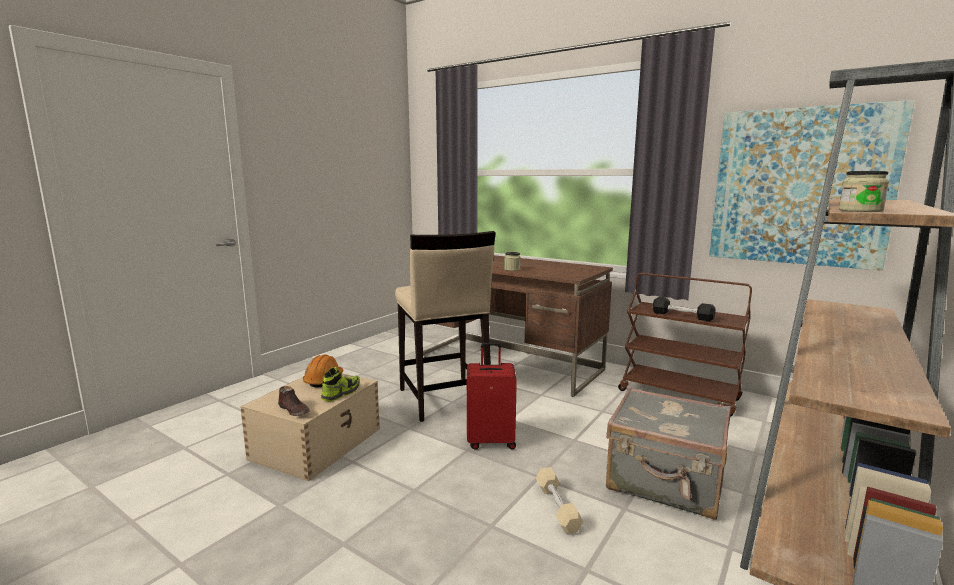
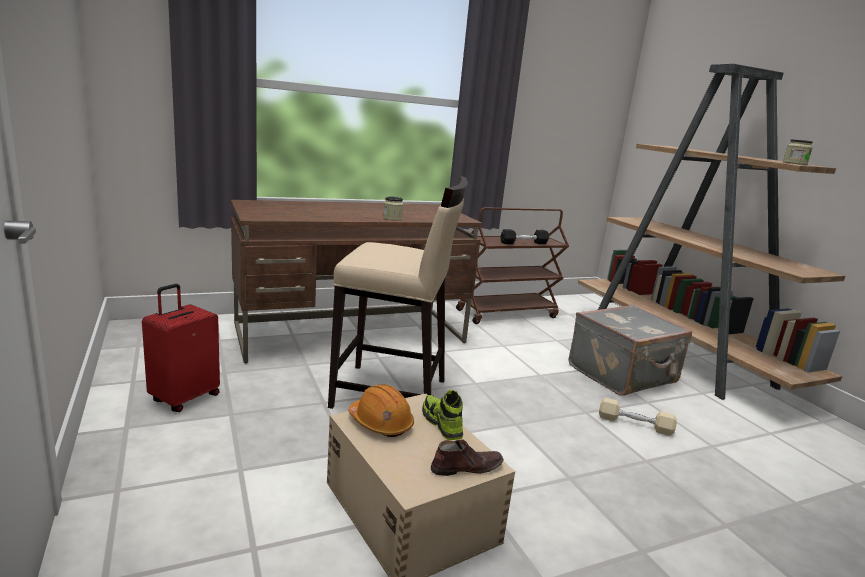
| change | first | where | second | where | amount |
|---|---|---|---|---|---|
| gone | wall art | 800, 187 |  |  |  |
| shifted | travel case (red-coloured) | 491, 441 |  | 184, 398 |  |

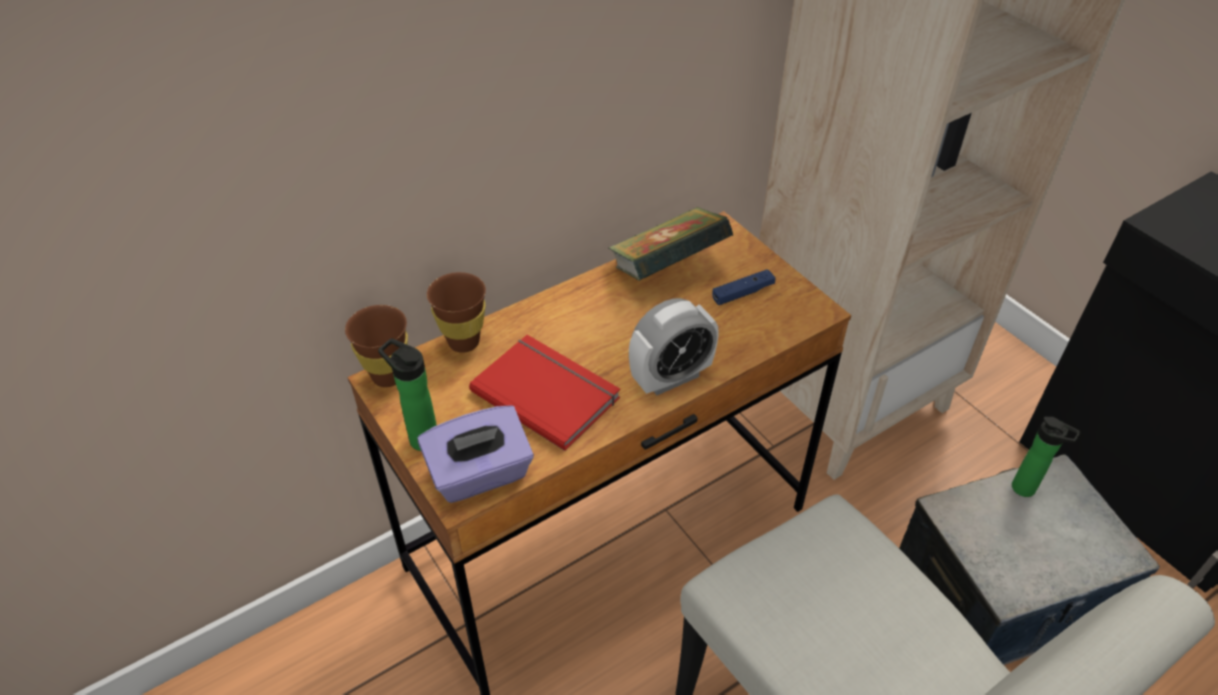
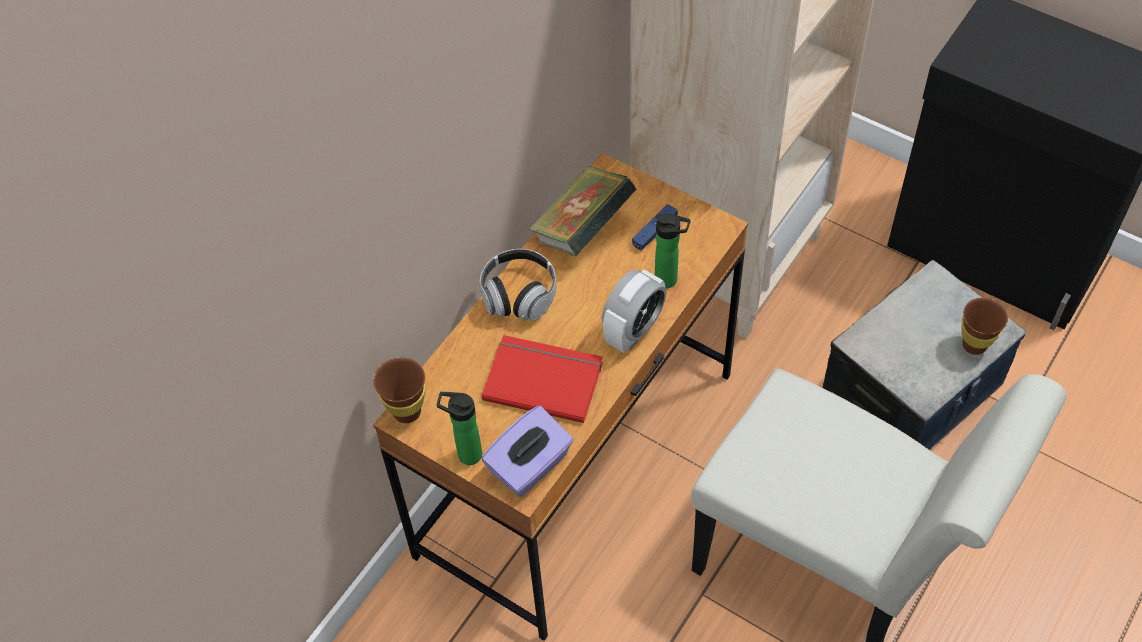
| change | first | where | second | where | amount |
|---|---|---|---|---|---|
| shifted | small cup (brownish) | 464, 342 |  | 974, 345 |  |
| shifted | beverage bottle | 1027, 490 |  | 669, 280 |  |
| new |  |  | headset | 519, 295 |  |

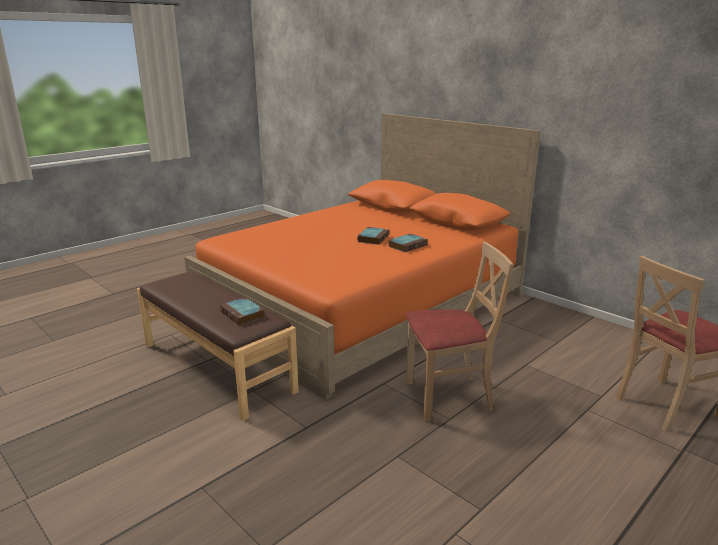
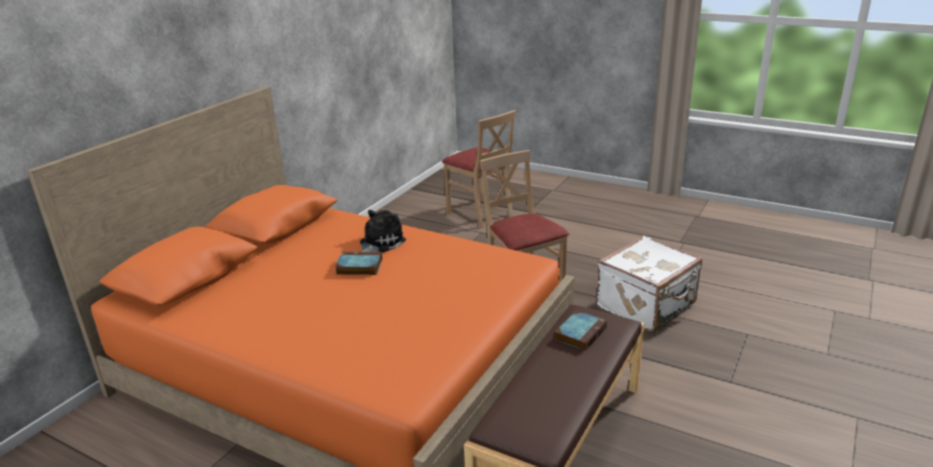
| change | first | where | second | where | amount |
|---|---|---|---|---|---|
| swapped | book | 408, 245 | soft toy | 380, 243 |  |
| new |  |  | travel case (white) | 647, 306 |  |

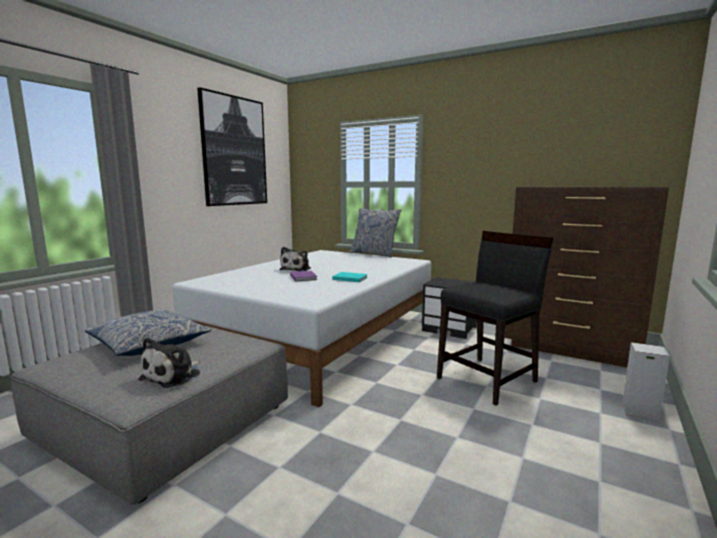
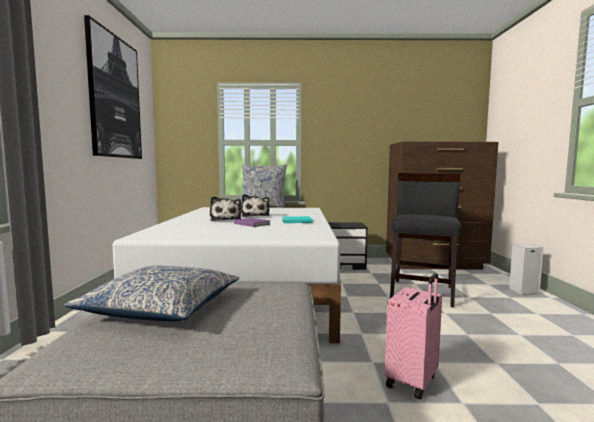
| change | first | where | second | where | amount |
|---|---|---|---|---|---|
| shifted | soft toy | 174, 376 |  | 255, 215 |  |
| new |  |  | travel case (pink-coloured) | 413, 381 |  |

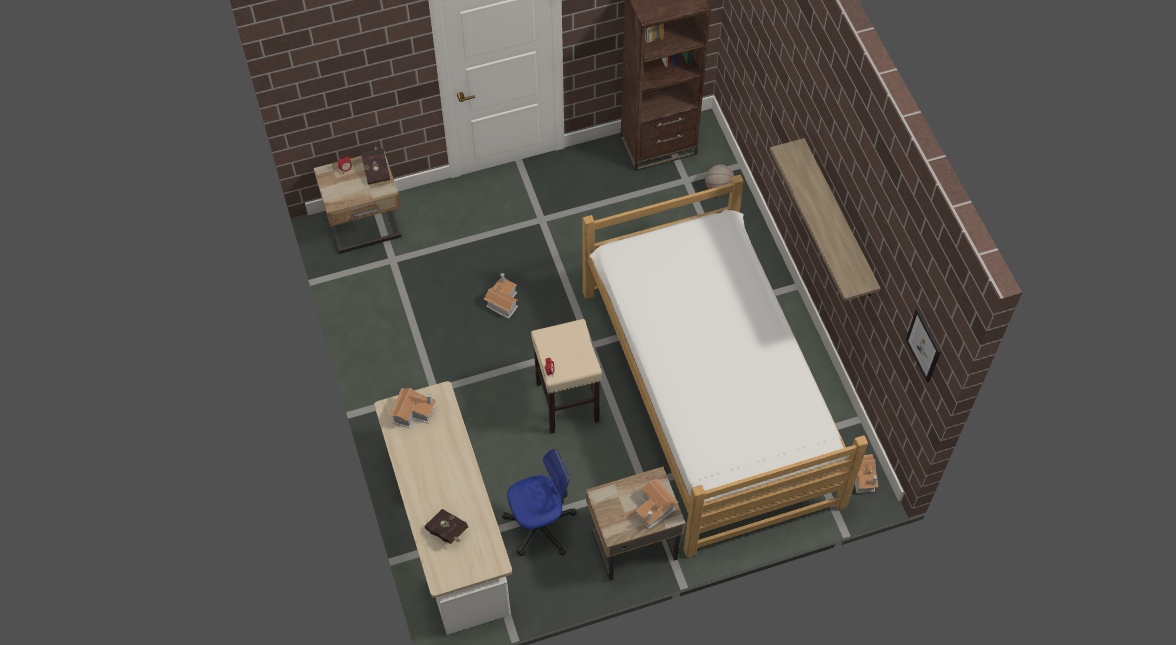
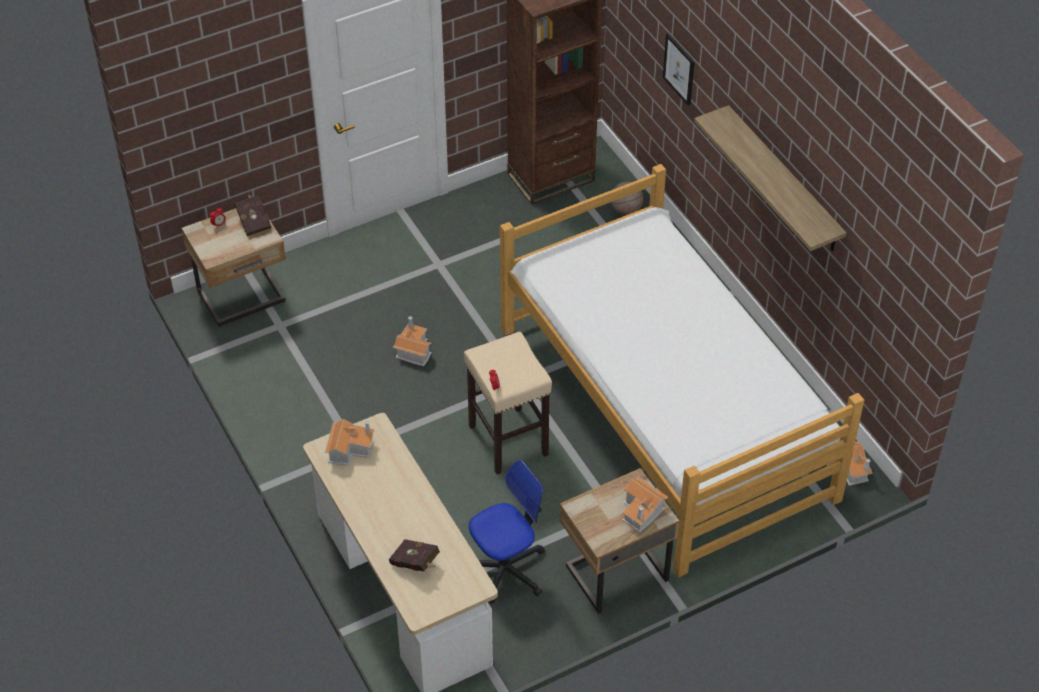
| change | first | where | second | where | amount |
|---|---|---|---|---|---|
| shifted | wall art | 924, 345 |  | 679, 69 |  |

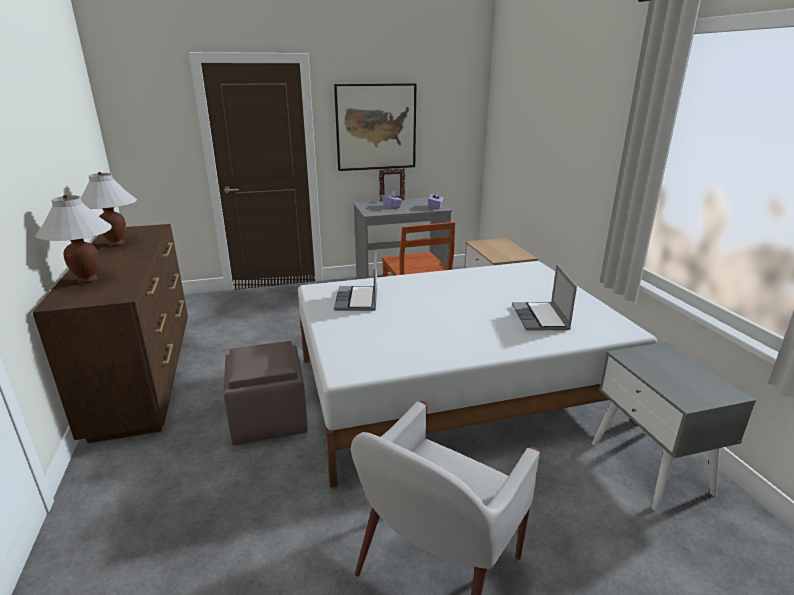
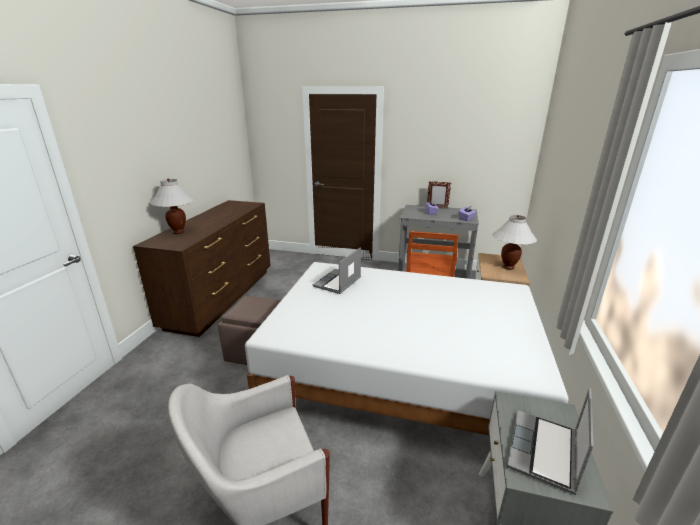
| change | first | where | second | where | amount |
|---|---|---|---|---|---|
| gone | wall art | 376, 127 |  |  |  |
| shifted | tabletop lamp (white) | 116, 244 |  | 508, 267 |  |
| shifted | notebook computer | 541, 318 |  | 544, 452 |  |

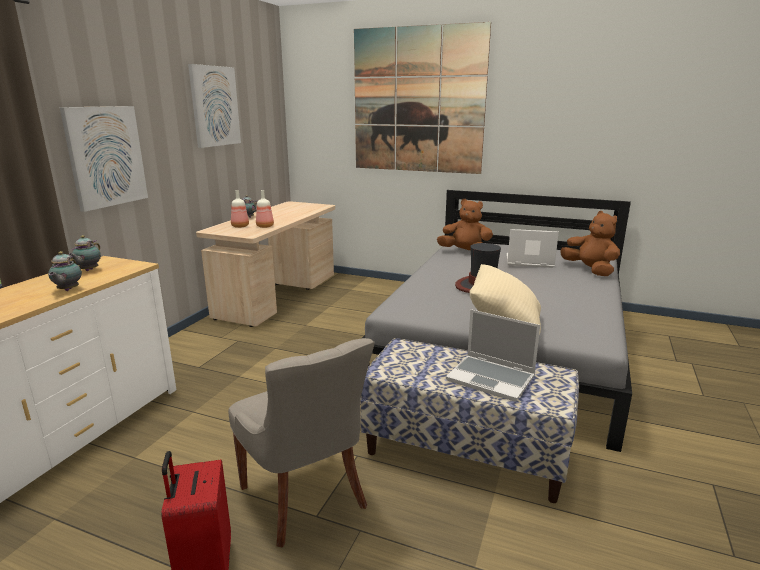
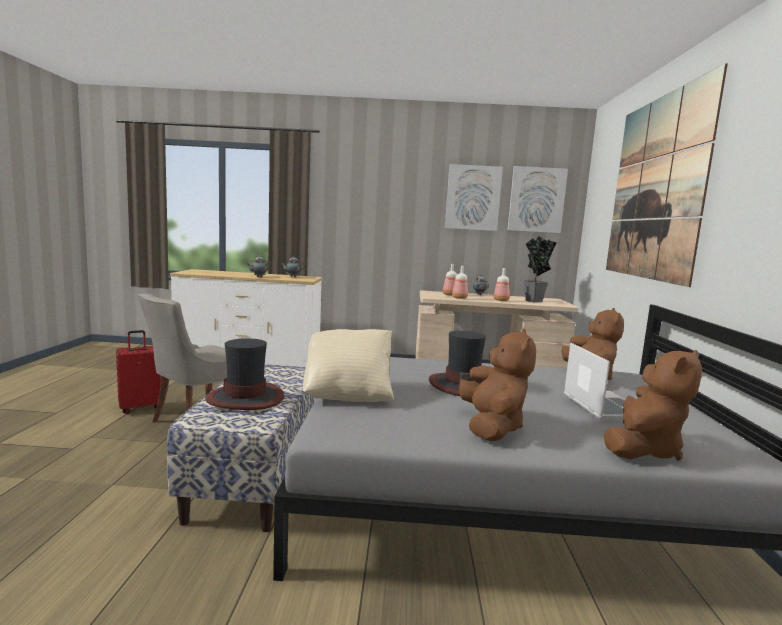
| change | first | where | second | where | amount |
|---|---|---|---|---|---|
| shifted | wall art | 106, 156 |  | 536, 200 |  |
| swapped | notebook computer | 492, 379 | wearable hat | 246, 398 |  |
| new |  |  | plant in a pot | 534, 301 |  |
| new |  |  | beverage bottle | 501, 300 |  |
| new |  |  | soft toy (brownish) | 491, 427 |  |

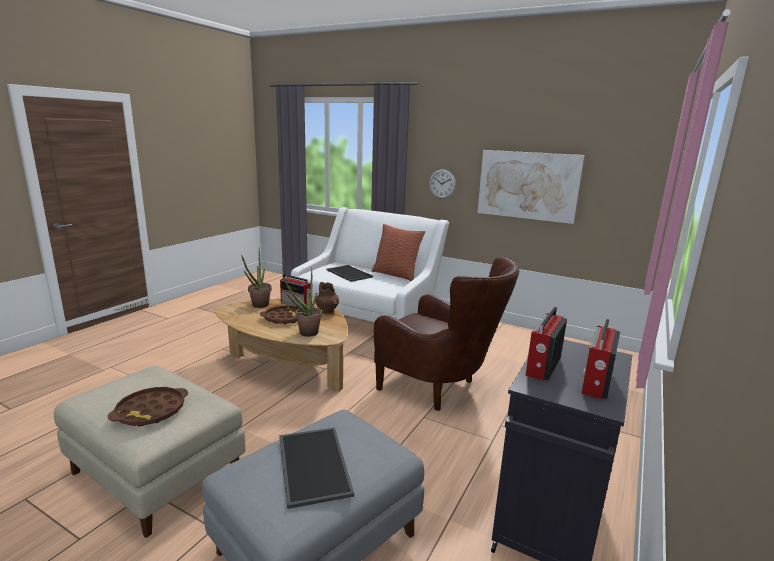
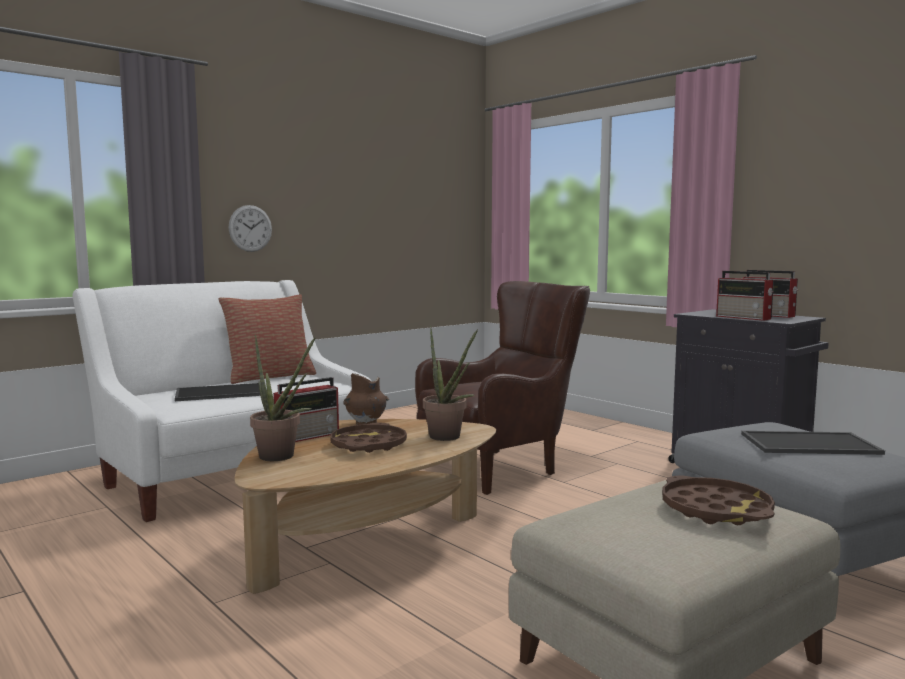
| change | first | where | second | where | amount |
|---|---|---|---|---|---|
| gone | wall art | 528, 185 |  |  |  |

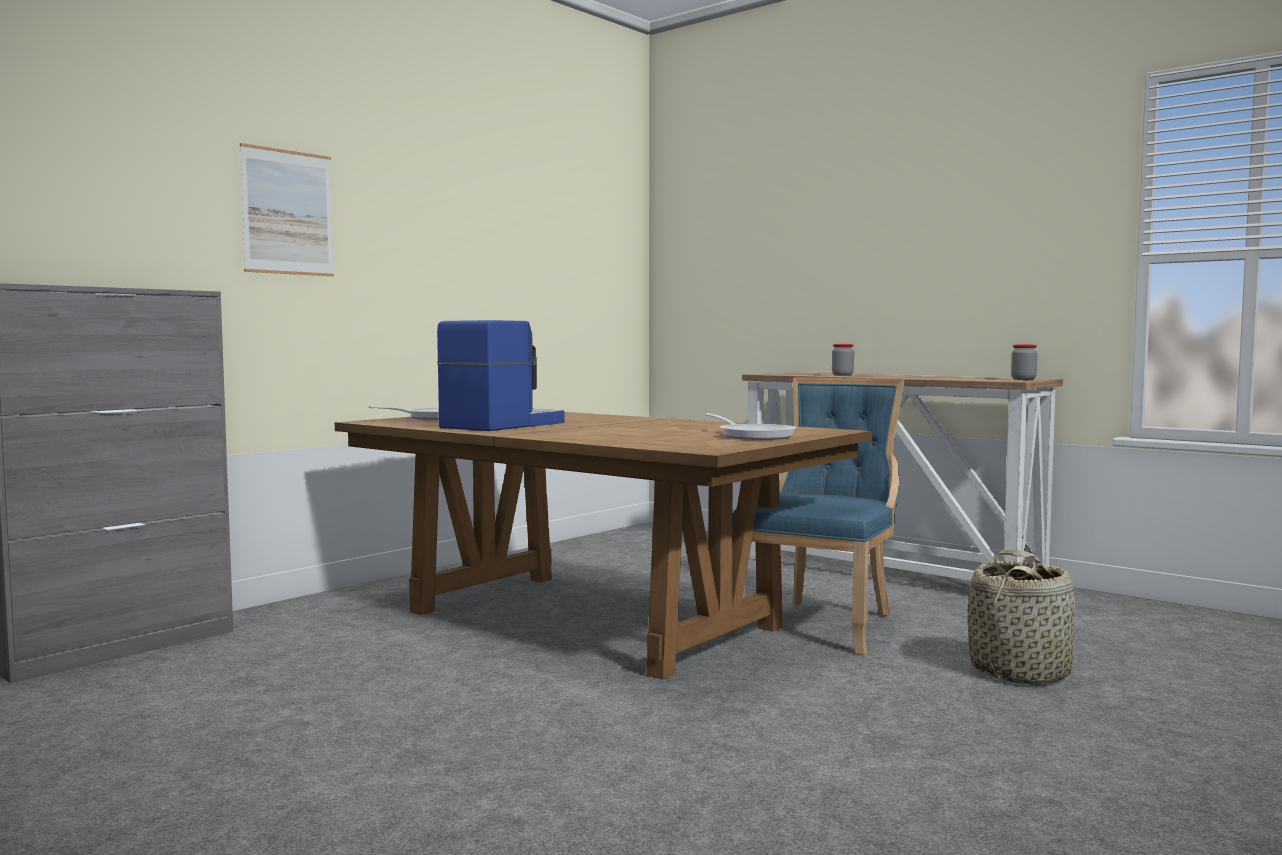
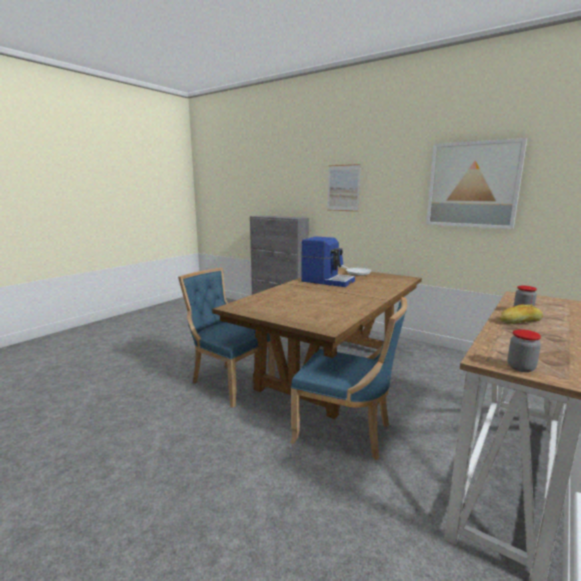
| change | first | where | second | where | amount |
|---|---|---|---|---|---|
| gone | pan | 753, 436 |  |  |  |
| gone | household basket | 1020, 671 |  |  |  |
| new |  |  | wall art | 472, 185 |  |
| new |  |  | chair (bluish) | 229, 382 |  |
| new |  |  | baked bread | 520, 322 |  |

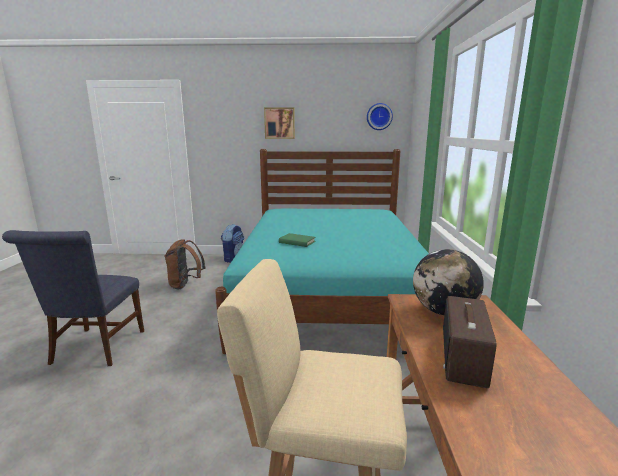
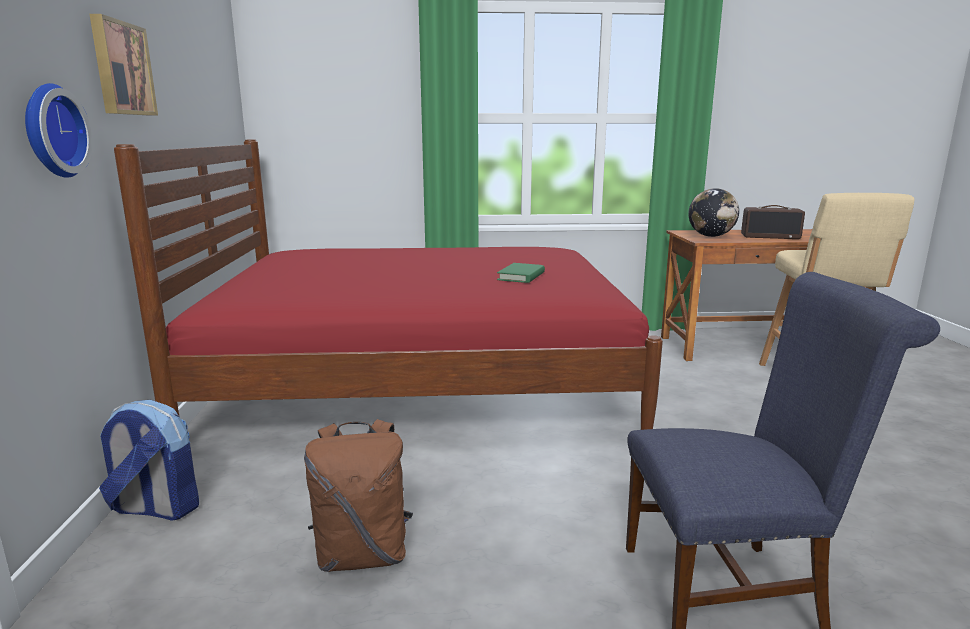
| change | first | where | second | where | amount |
|---|---|---|---|---|---|
| shifted | hanging clock | 379, 116 |  | 51, 131 |  |
| repainted | sleeping bed (blue-green) | 329, 293 | sleeping bed (red-coloured) | 422, 383 |  |

